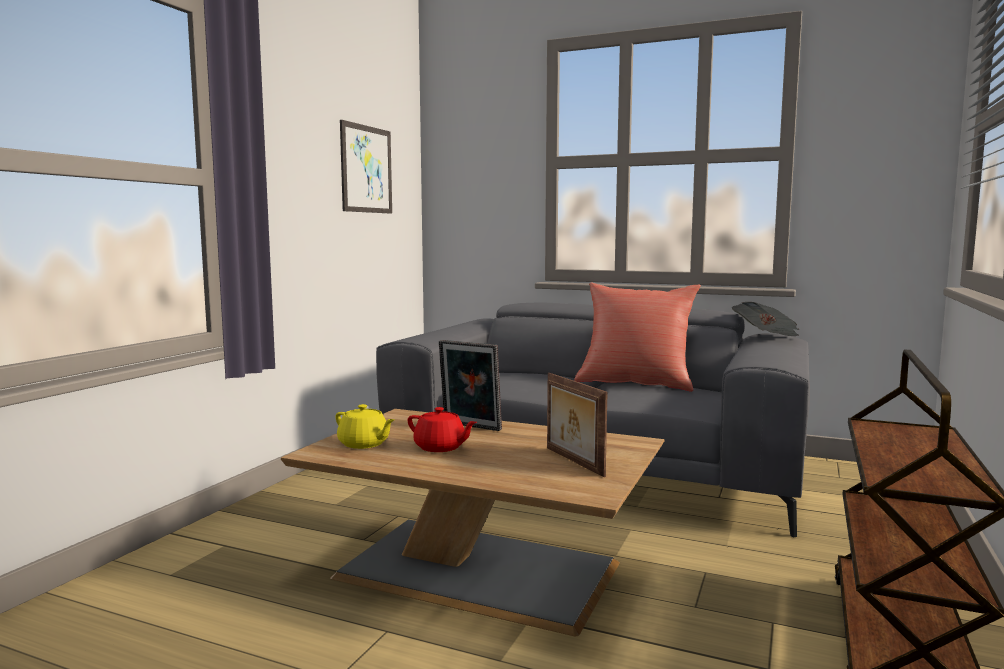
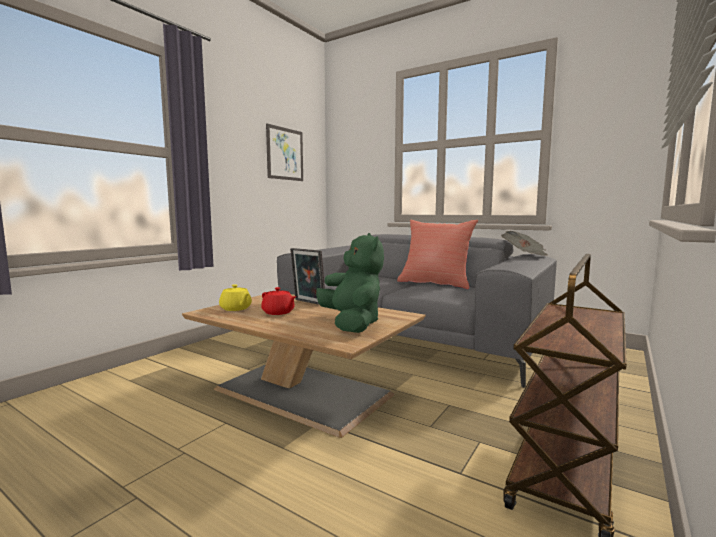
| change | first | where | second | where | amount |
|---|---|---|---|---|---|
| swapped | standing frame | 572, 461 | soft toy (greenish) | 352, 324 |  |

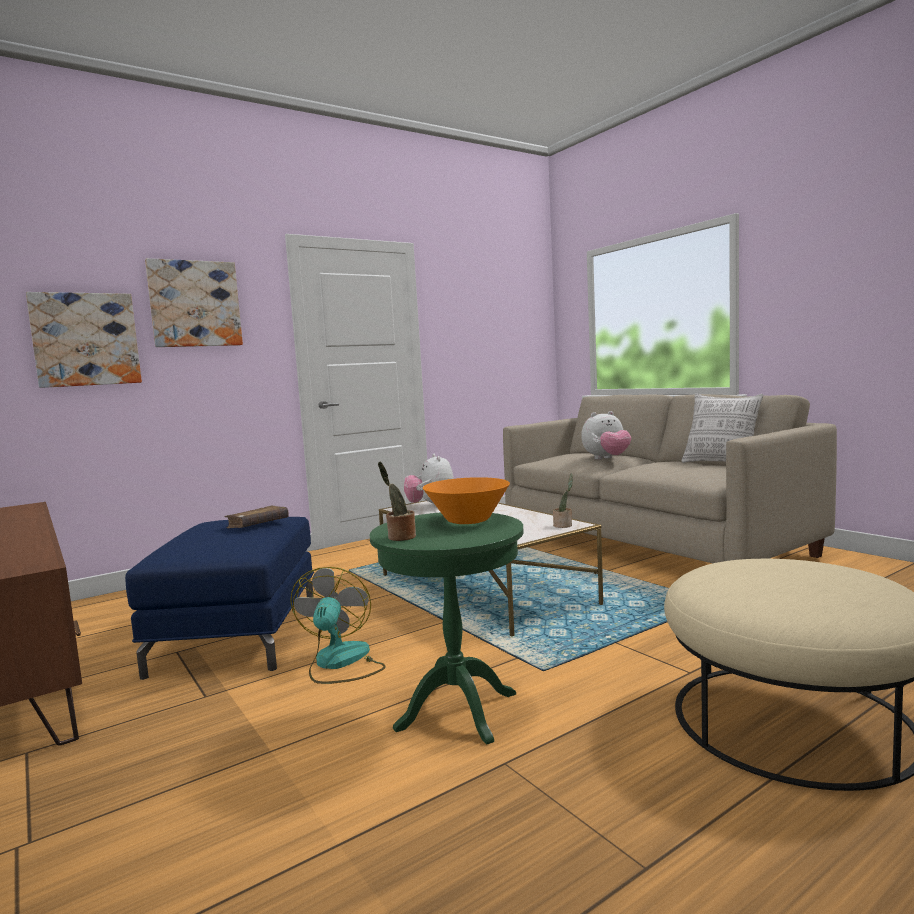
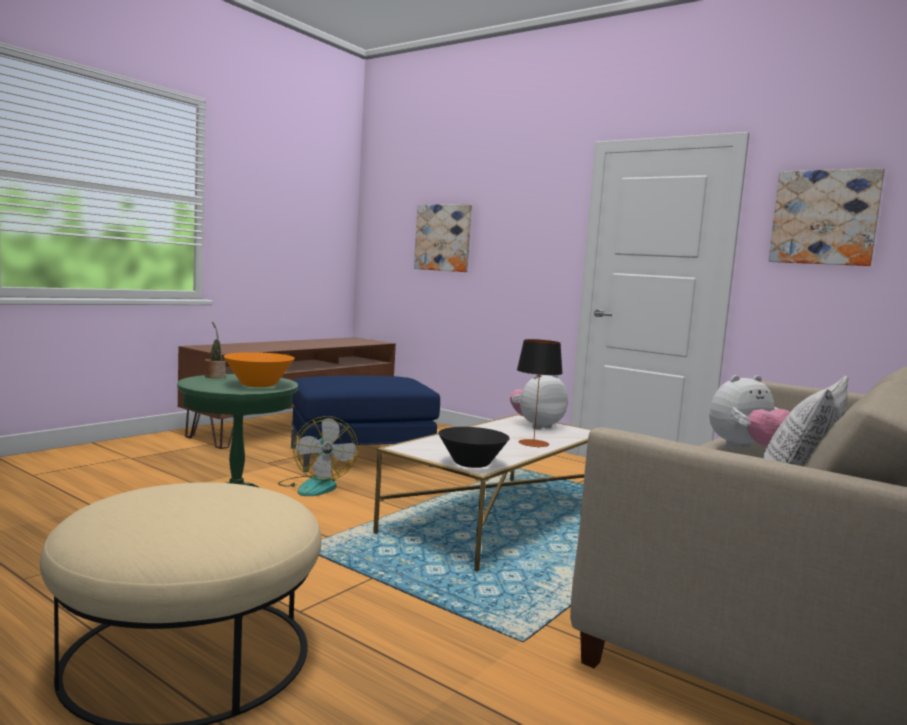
| change | first | where | second | where | amount |
|---|---|---|---|---|---|
| shifted | wall art | 195, 304 |  | 824, 217 |  |
| rotated | soft toy | 606, 459 |  | 745, 449 | 75 degrees counterclockwise |
| swapped | plant in a pot | 564, 525 | bowl (blackish) | 471, 464 |  |
| gone | book (brownish) | 258, 525 |  |  |  |
| rotated | electric fan | 340, 663 |  | 315, 486 | 90 degrees clockwise |
| new |  |  | tabletop lamp | 533, 443 |  |

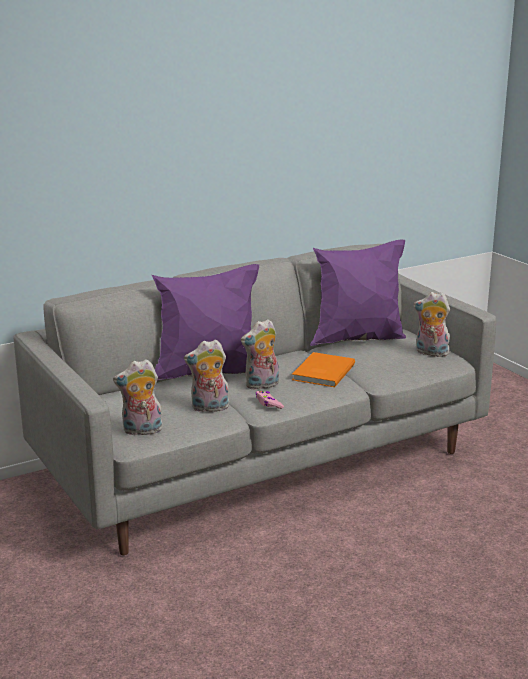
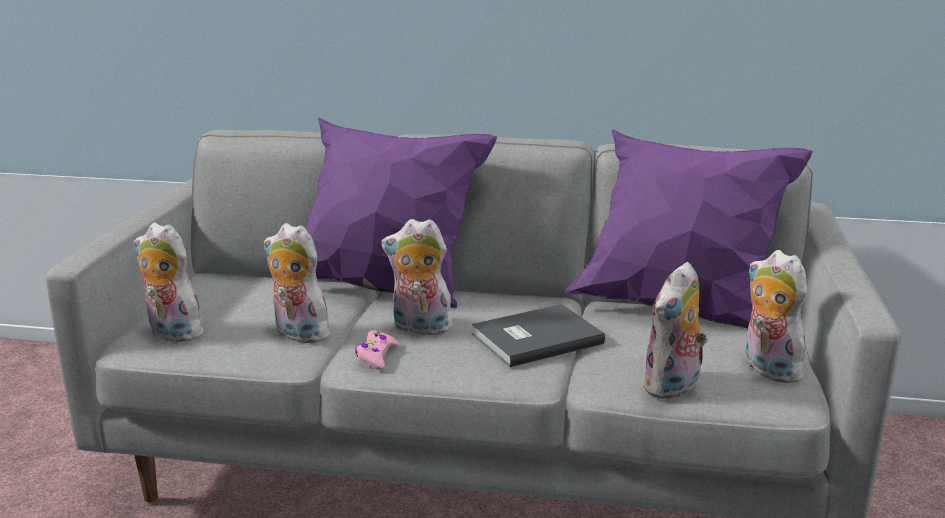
| change | first | where | second | where | amount |
|---|---|---|---|---|---|
| repainted | book (orange-coloured) | 321, 372 | book (grey) | 534, 338 |  |
| new |  |  | soft toy | 673, 388 |  |

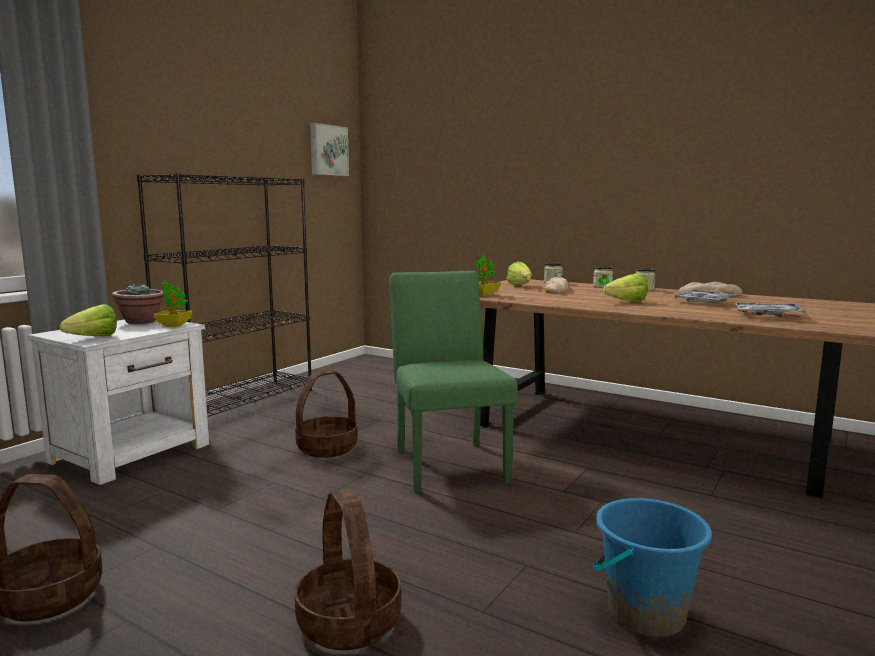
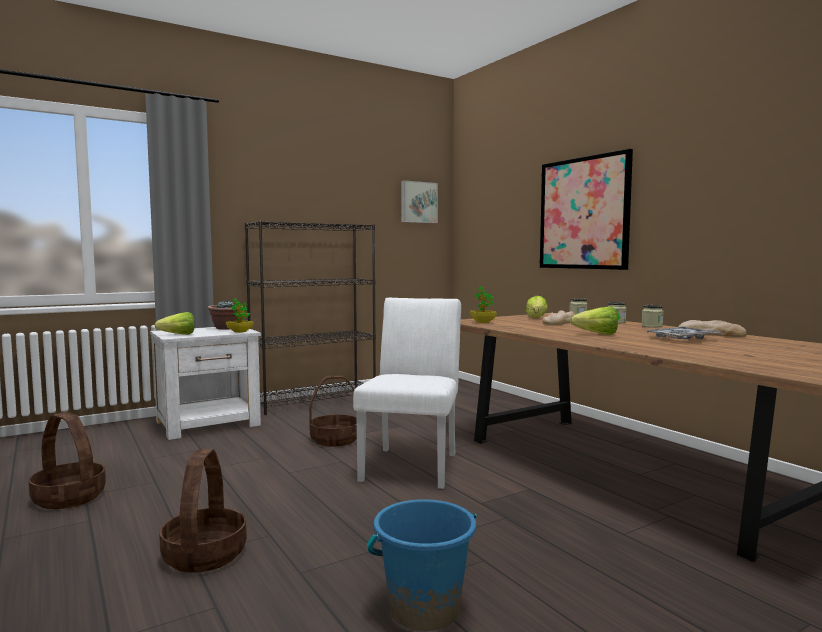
| change | first | where | second | where | amount |
|---|---|---|---|---|---|
| repainted | chair (greenish) | 447, 461 | chair (white) | 412, 464 |  |
| gone | serving tray | 768, 315 |  |  |  |
| new |  |  | wall art | 583, 213 |  |

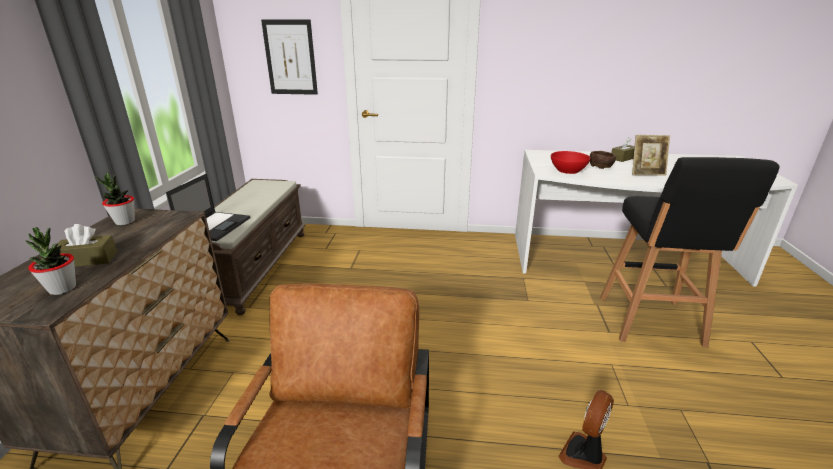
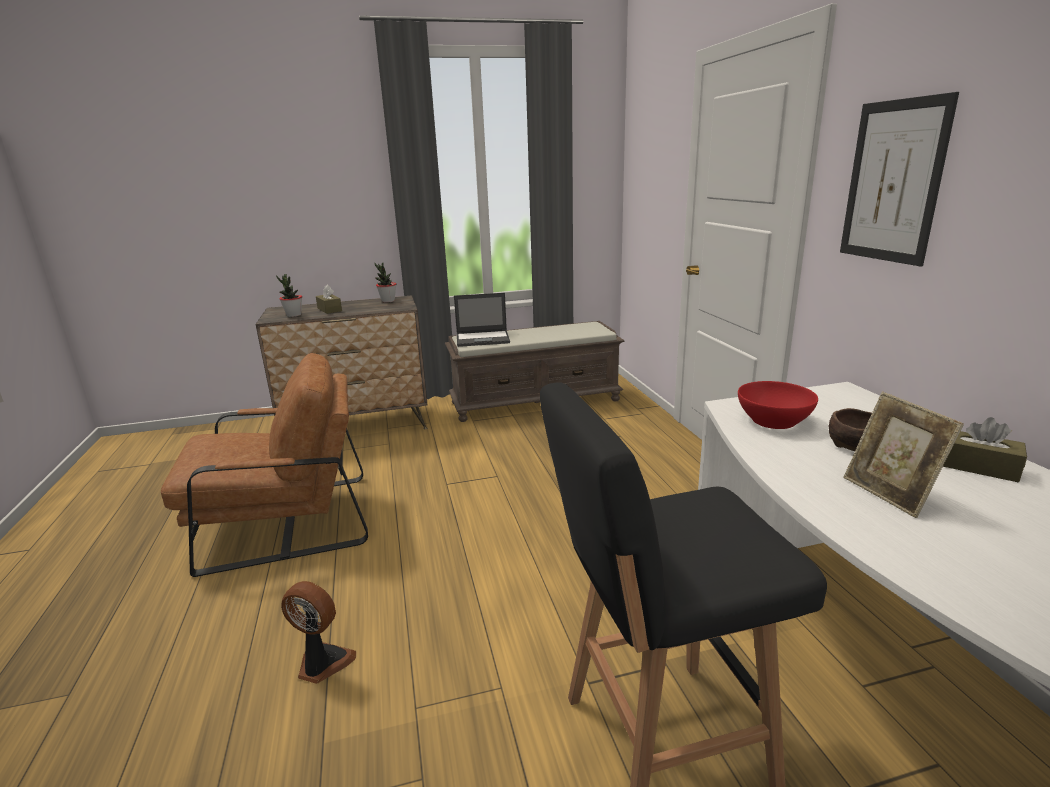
| change | first | where | second | where | amount |
|---|---|---|---|---|---|
| shifted | wall art | 290, 58 |  | 893, 182 |  |

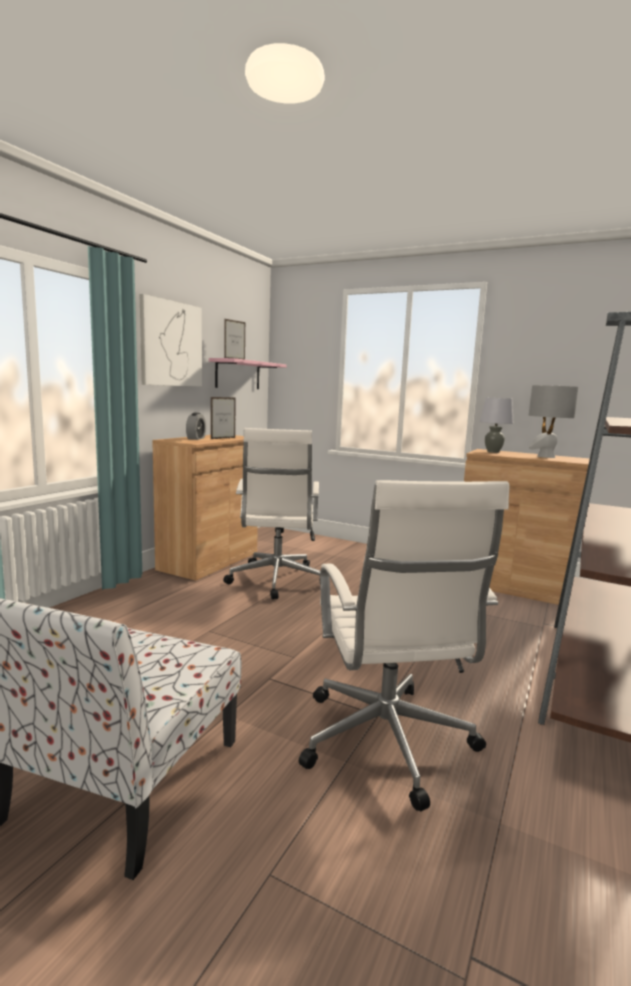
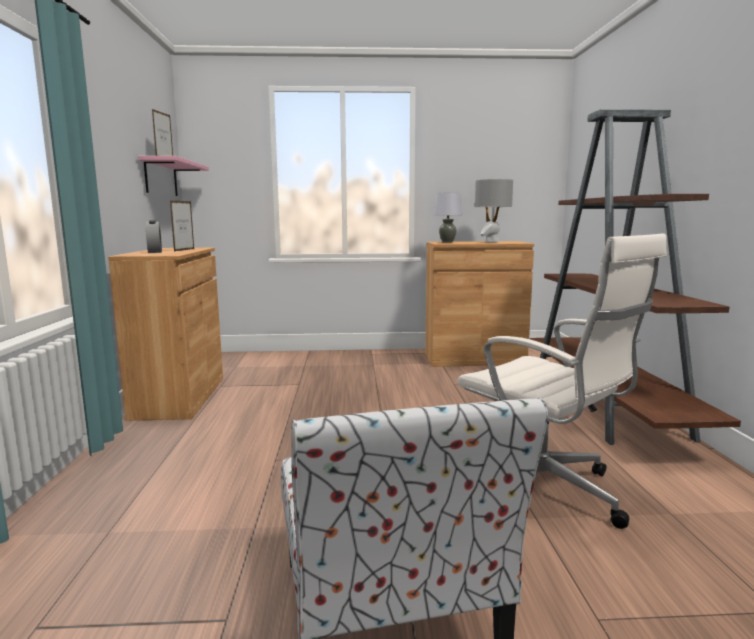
| change | first | where | second | where | amount |
|---|---|---|---|---|---|
| gone | wall art | 171, 344 |  |  |  |
| gone | office chair (white) | 276, 581 |  |  |  |

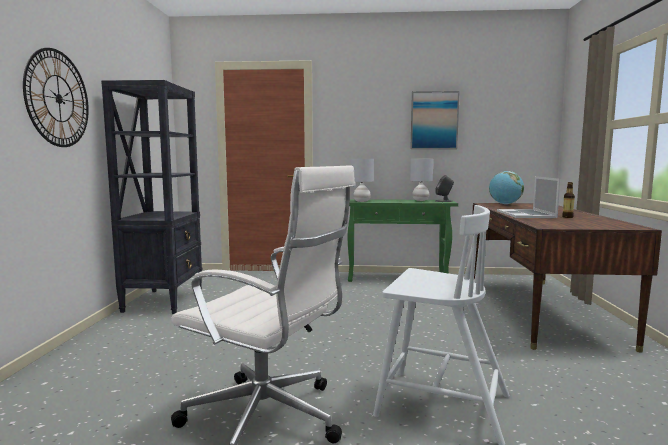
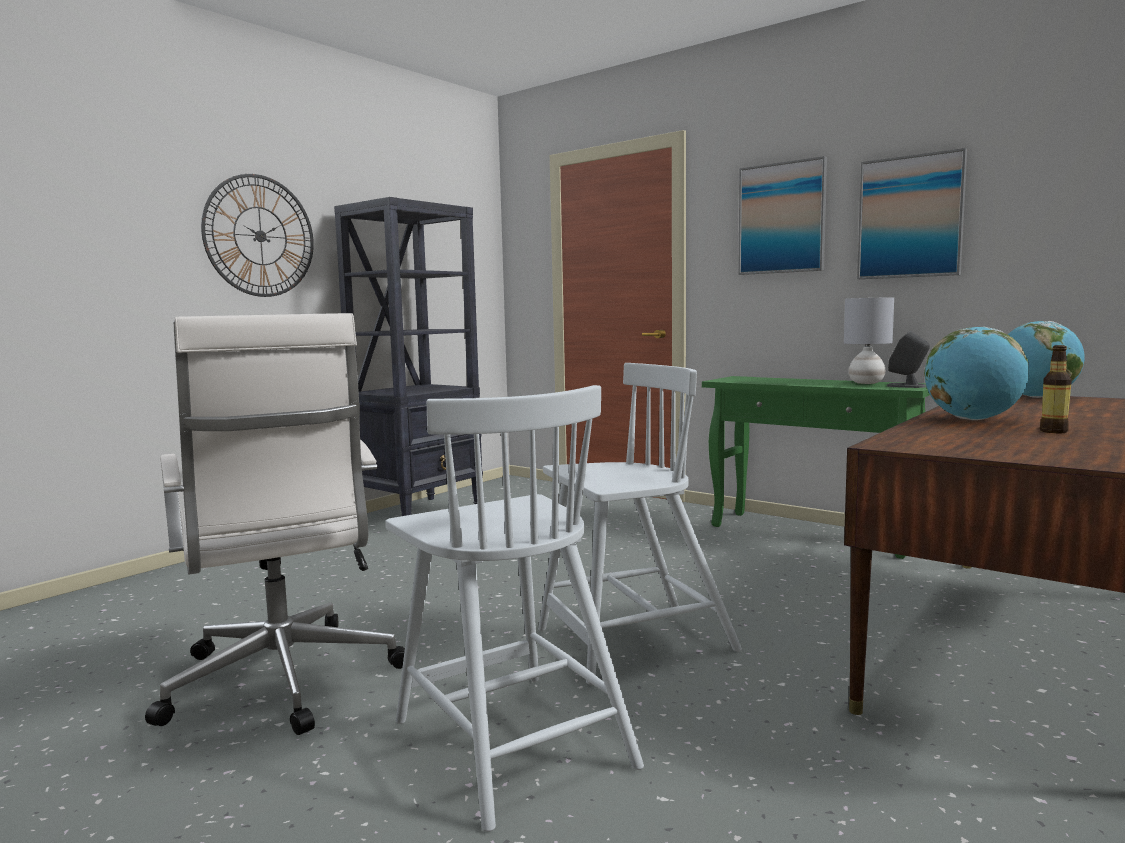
| change | first | where | second | where | amount |
|---|---|---|---|---|---|
| gone | tabletop lamp (grey) | 362, 201 |  |  |  |
| swapped | notebook computer | 526, 214 | world globe | 973, 419 |  |
| new |  |  | wall art | 782, 218 |  |
| new |  |  | chair (white) | 632, 641 |  |

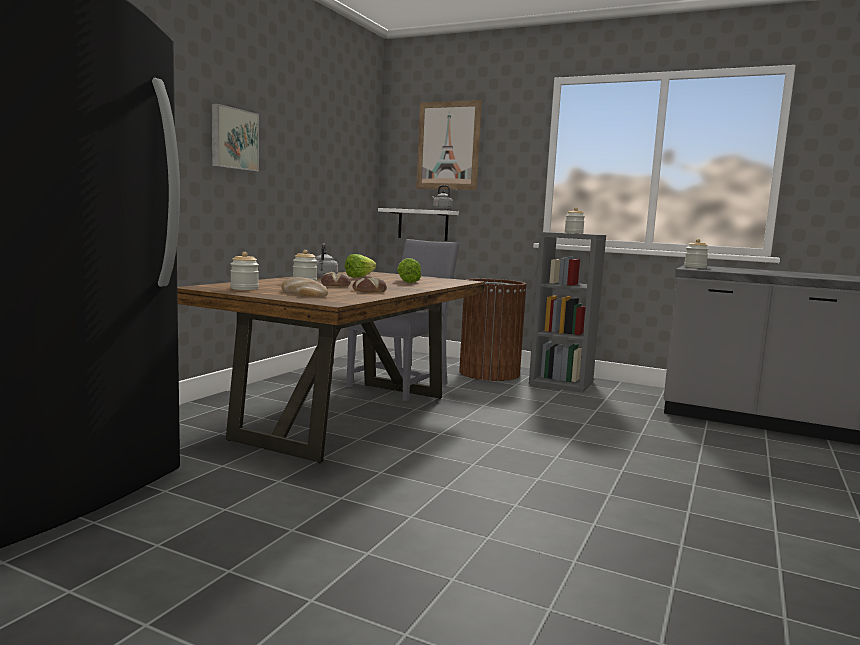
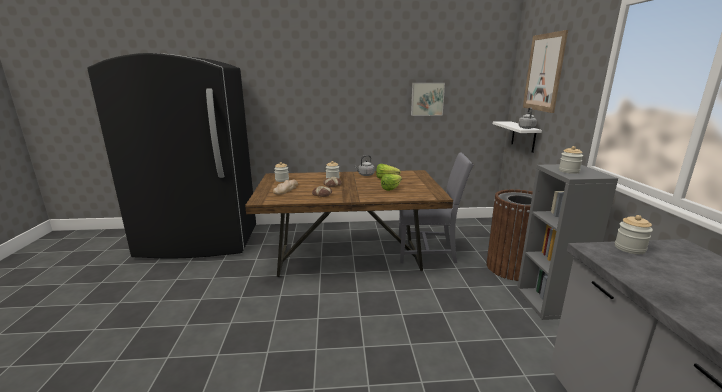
| change | first | where | second | where | amount |
|---|---|---|---|---|---|
| shifted | wall art | 233, 139 |  | 427, 99 |  |

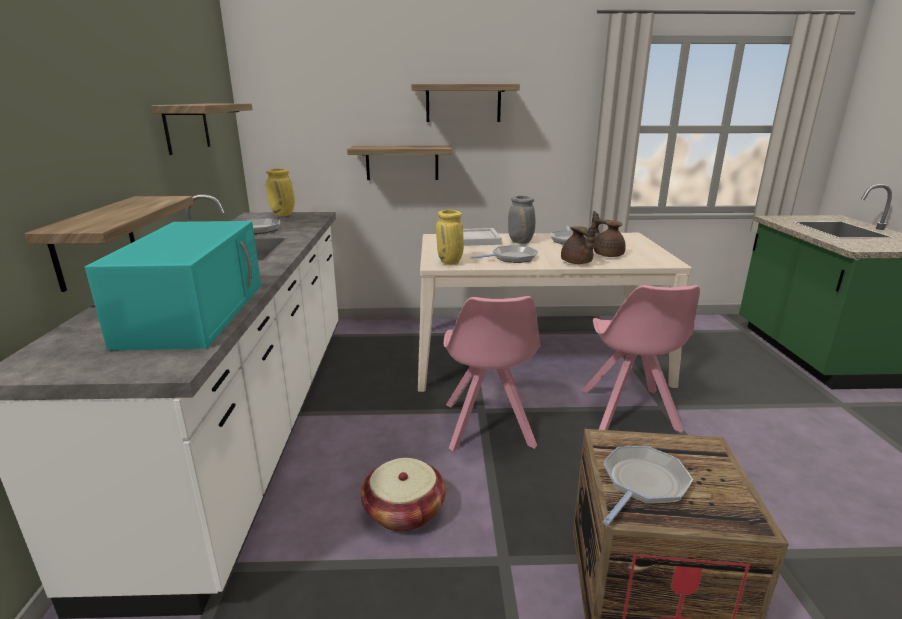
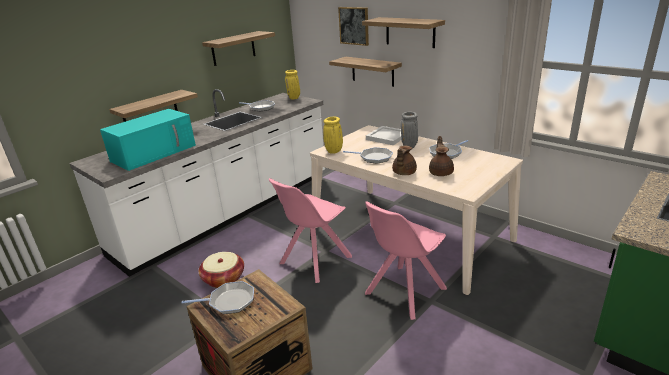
| change | first | where | second | where | amount |
|---|---|---|---|---|---|
| new |  |  | wall art | 354, 25 |  |

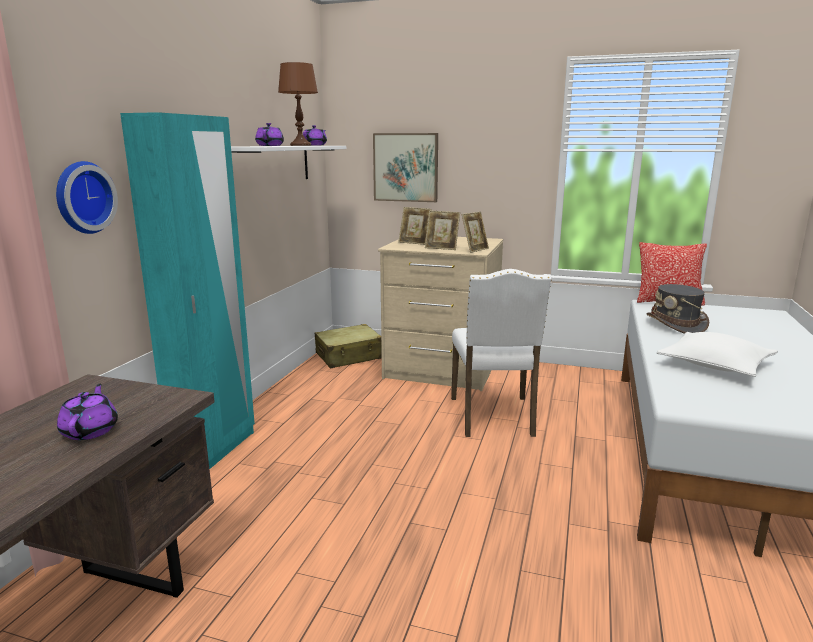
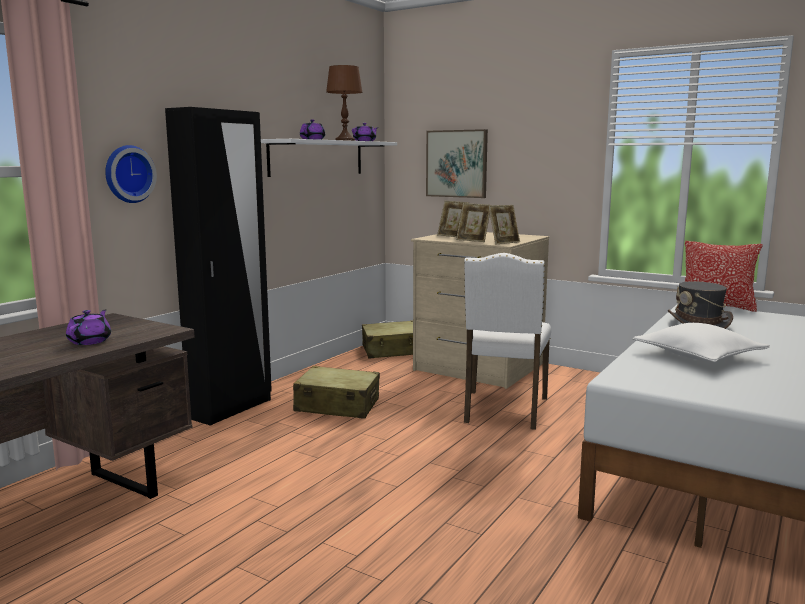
| change | first | where | second | where | amount |
|---|---|---|---|---|---|
| repainted | armoire (blue-green) | 215, 450 | armoire (blackish) | 231, 409 |  |
| new |  |  | travel case (beige-coloured) | 337, 406 |  |

